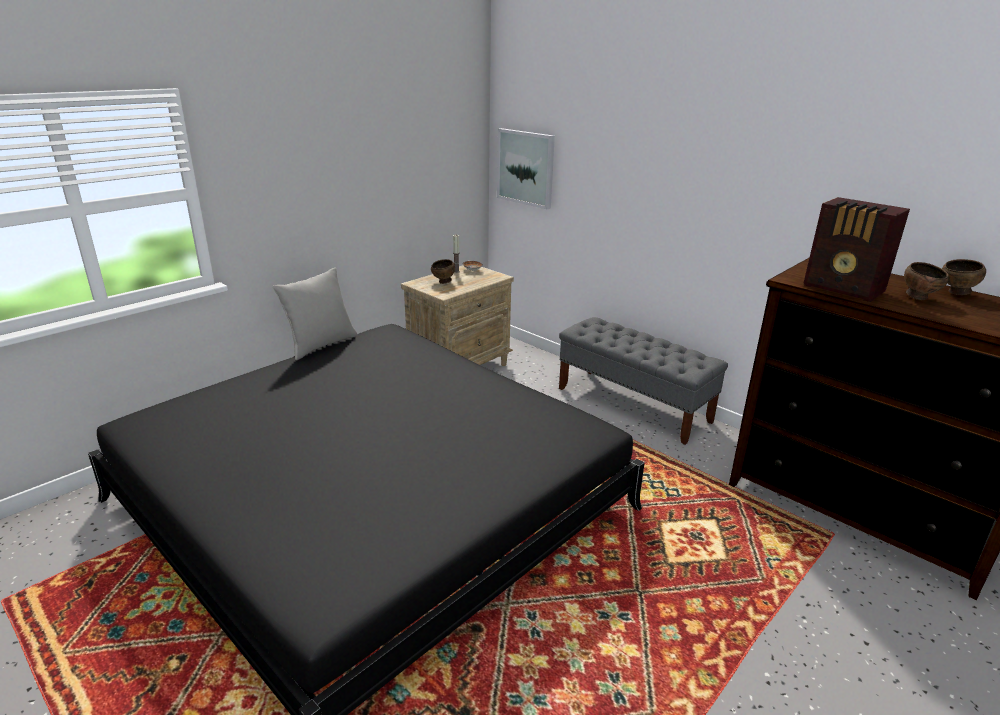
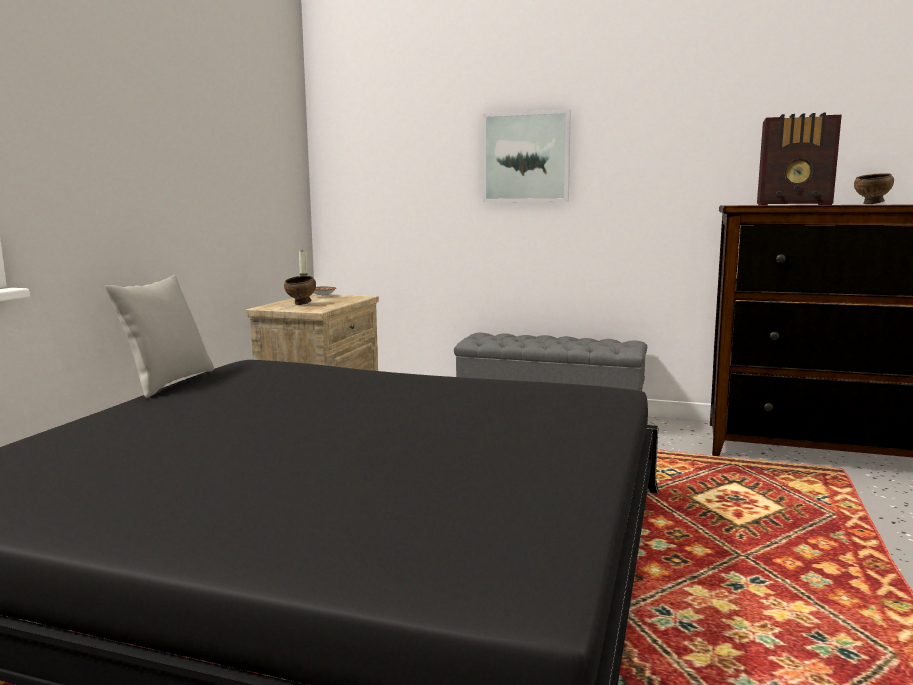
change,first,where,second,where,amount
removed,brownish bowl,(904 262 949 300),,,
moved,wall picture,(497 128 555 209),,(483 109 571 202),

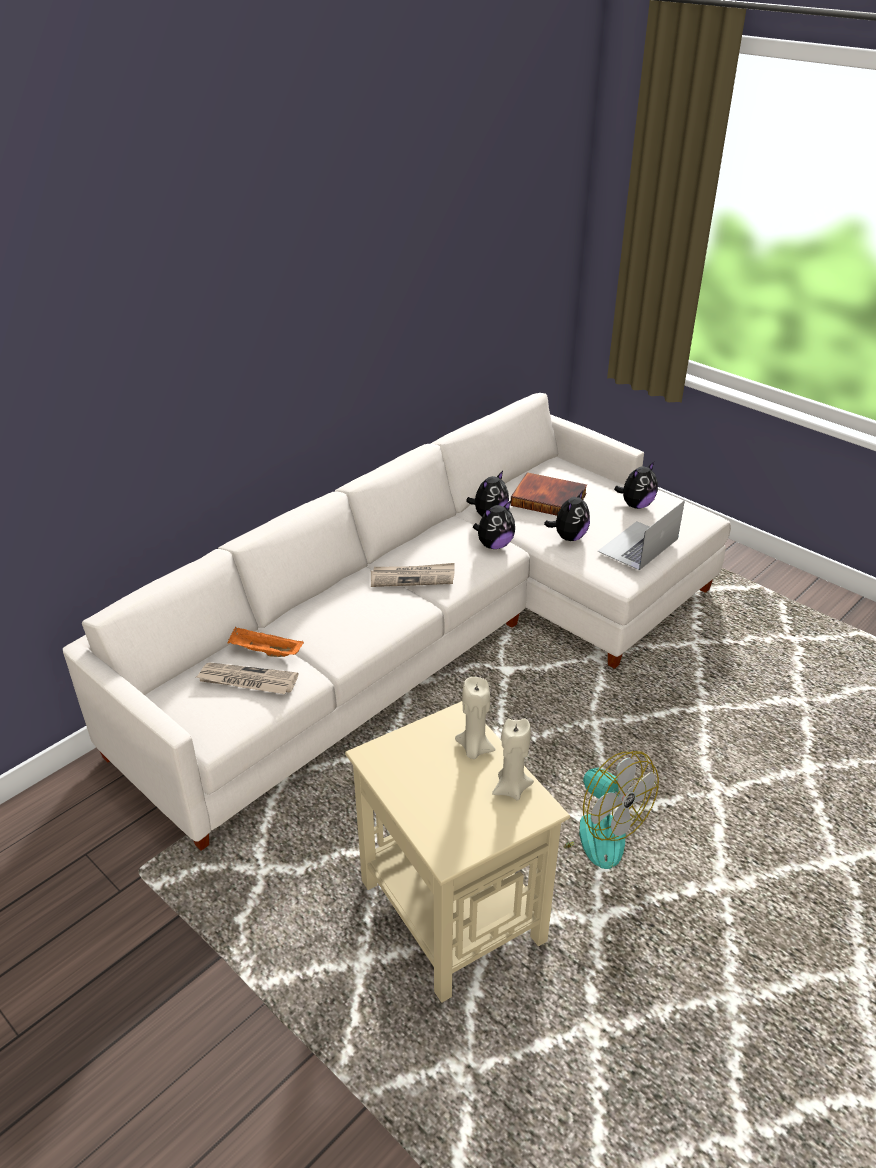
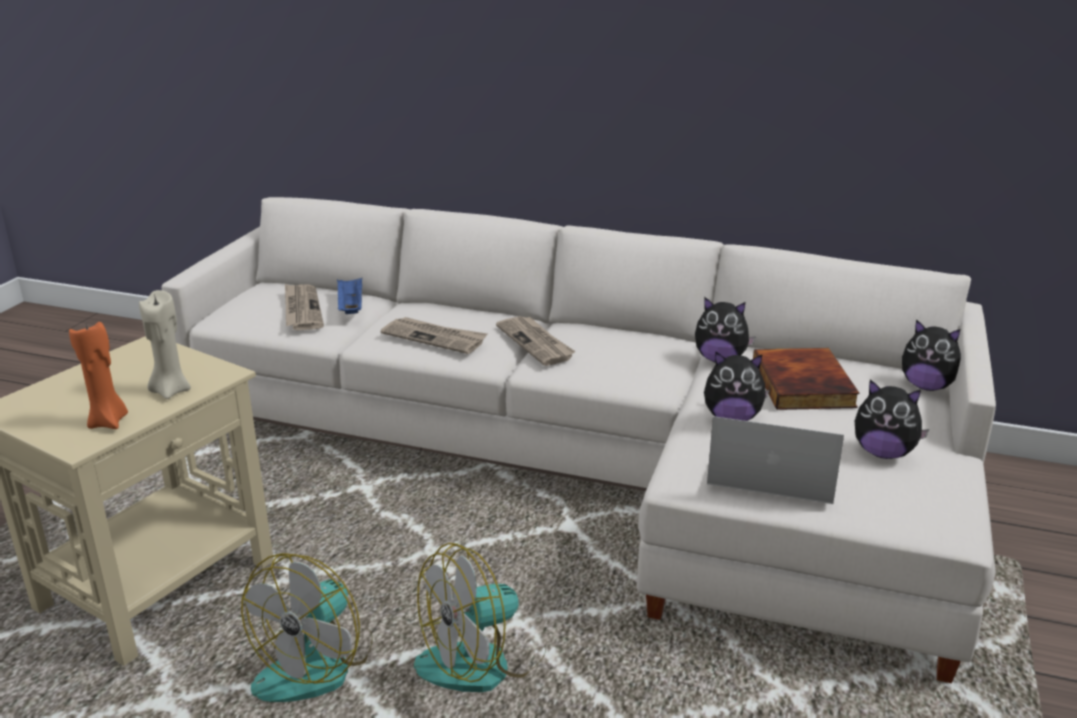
change,first,where,second,where,amount
added,,,daily paper,(381 317 487 354),
added,,,electric fan,(414 543 546 692),
moved,soft toy,(473 501 515 549),,(902 319 961 391),
recoloured,orange carrying tray,(228 627 304 657),bluish carrying tray,(337 278 362 314),
recoloured,sand-coloured candle,(492 719 534 801),orange candle,(69 321 128 429),

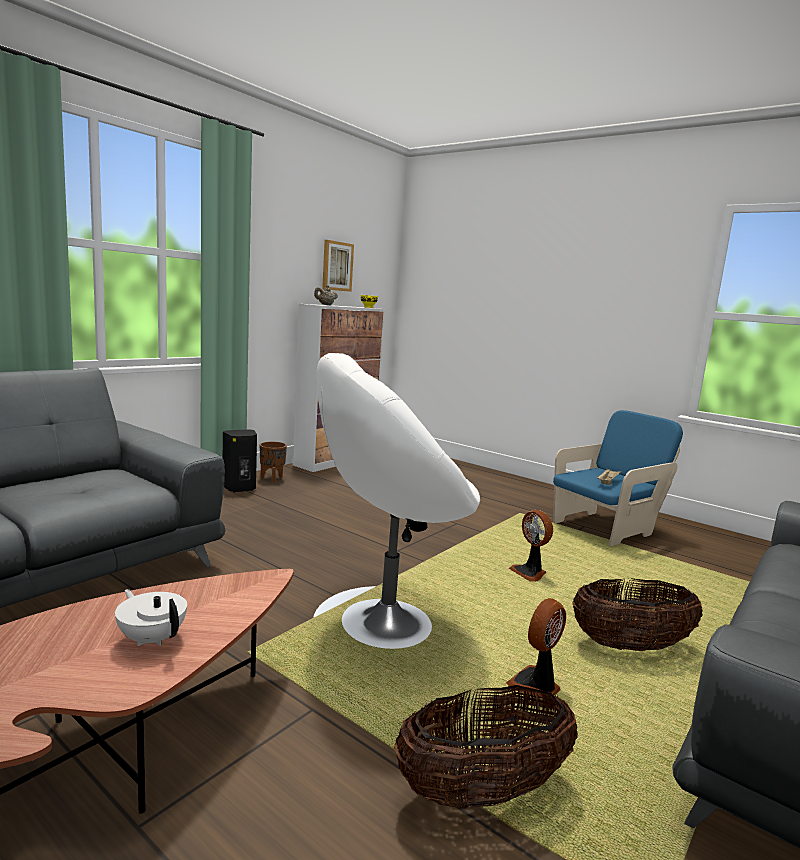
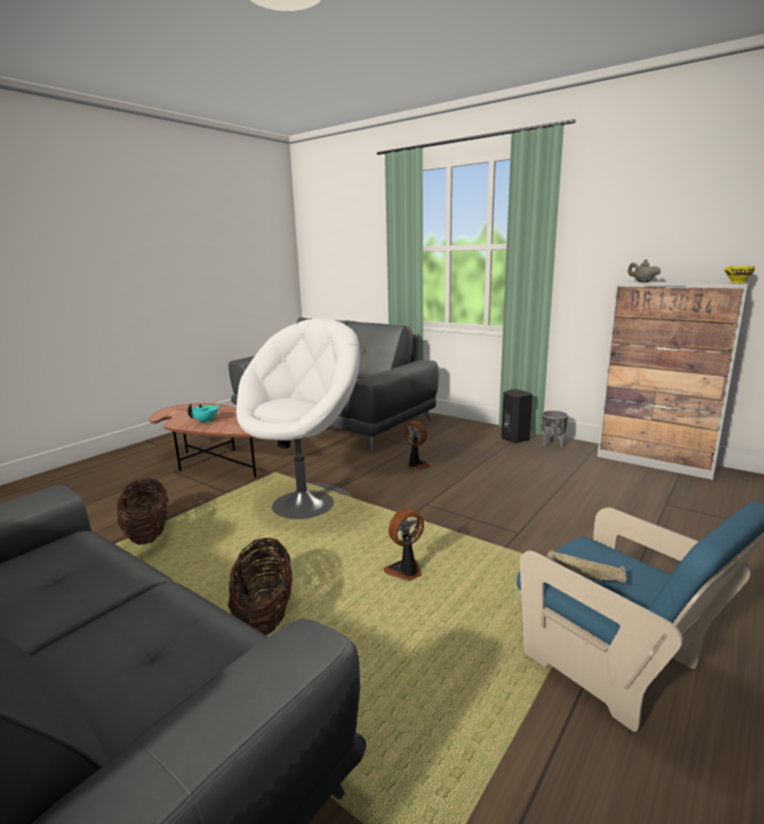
change,first,where,second,where,amount
removed,wall picture,(322 240 354 292),,,
moved,electric fan,(506 598 566 697),,(404 421 432 469),
recoloured,white teapot,(115 589 187 646),turquoise-coloured teapot,(188 403 221 423),
recoloured,brownish plant pot,(260 441 287 483),greyish plant pot,(542 411 568 448),
turned,white lounge chair,(313 353 480 649),,(236 318 360 519),60 degrees clockwise

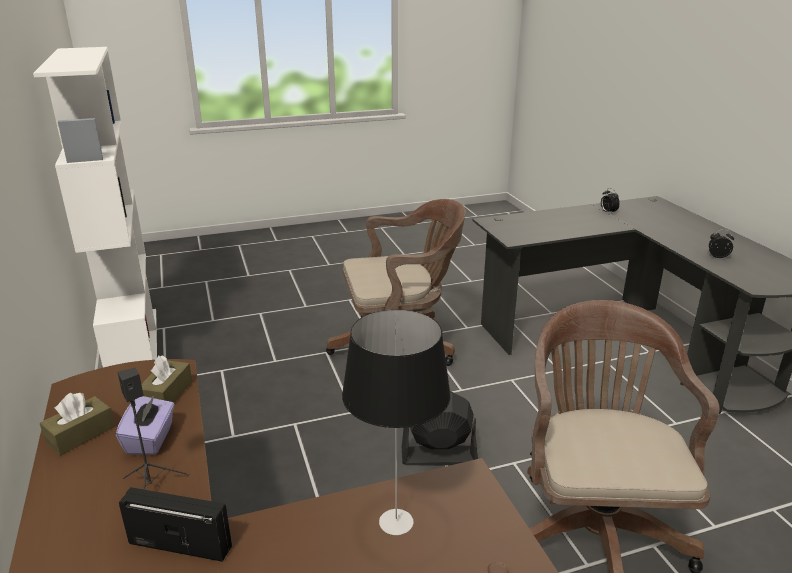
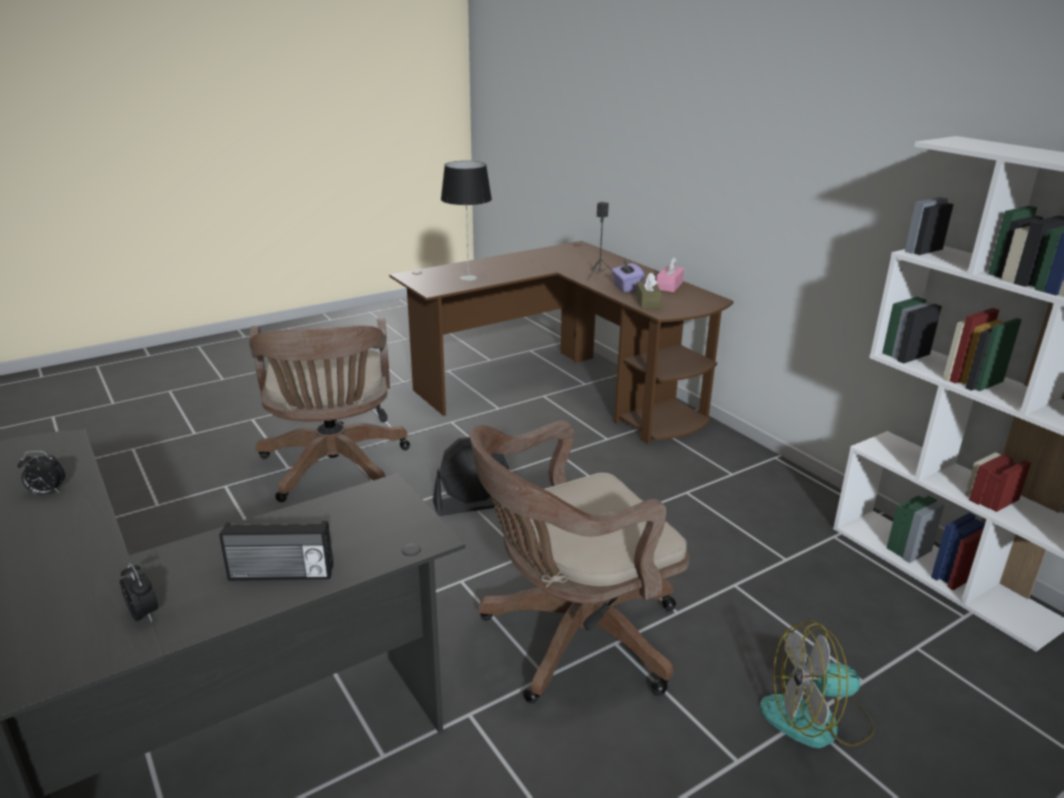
change,first,where,second,where,amount
added,,,electric fan,(760 620 875 748),
moved,radio set,(119 487 232 562),,(219 521 333 581),
recoloured,brownish tissue box,(40 393 115 456),pink tissue box,(656 257 684 292),

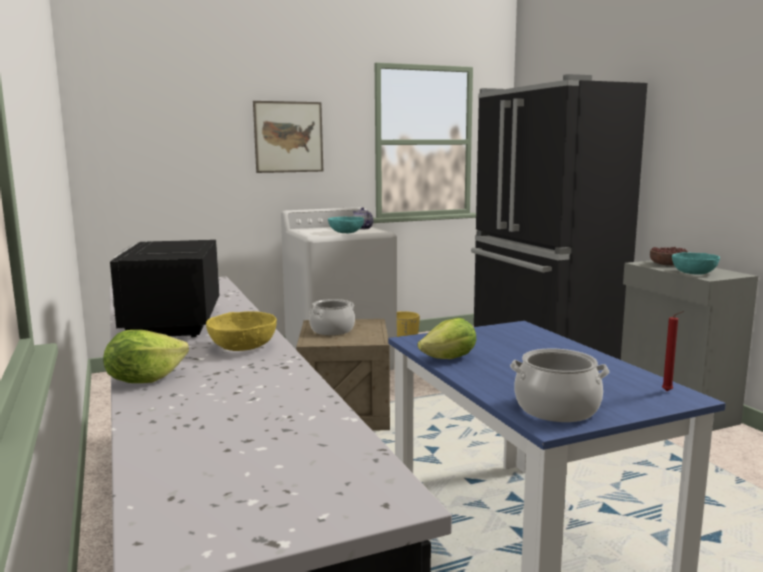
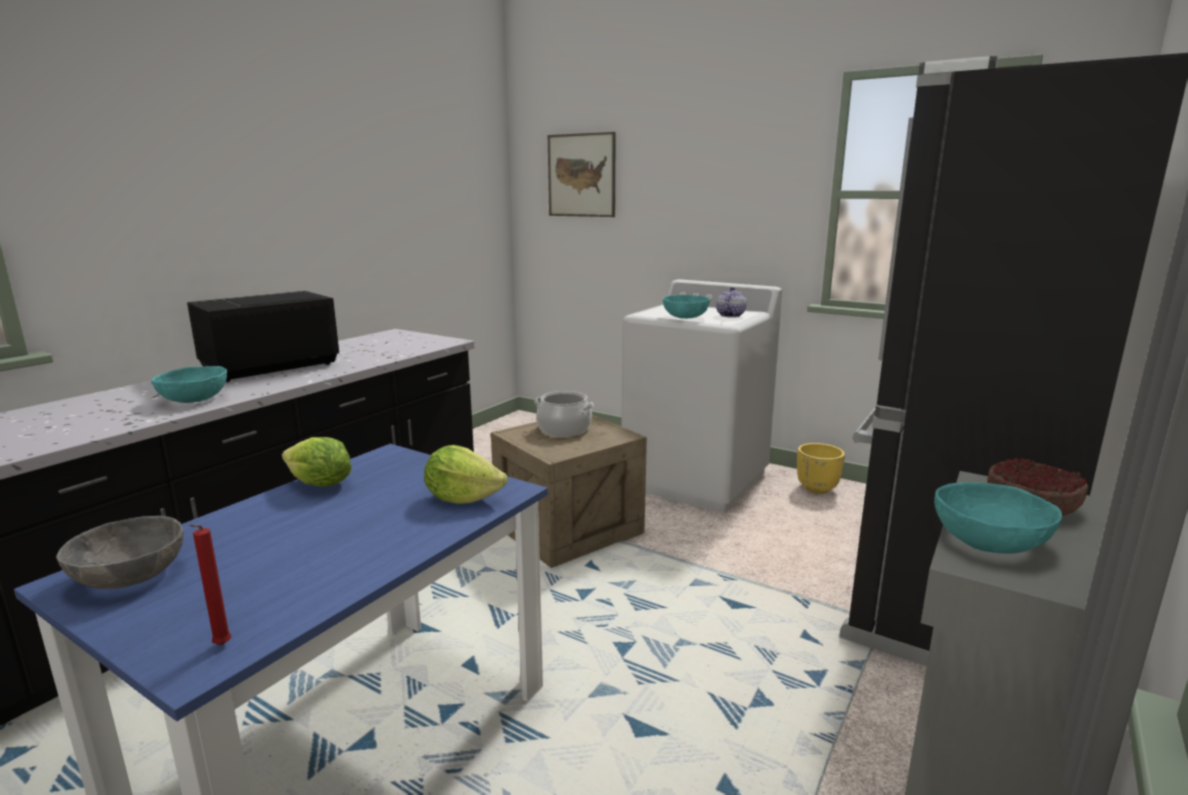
change,first,where,second,where,amount
moved,head of lettuce,(103 330 189 383),,(424 445 507 504),
moved,wall picture,(253 101 323 173),,(548 132 616 217),
replaced,saucepot,(510 348 609 422),greyish bowl,(56 516 184 589),
recoloured,yellow bowl,(206 311 277 351),turquoise-coloured bowl,(151 366 227 403),

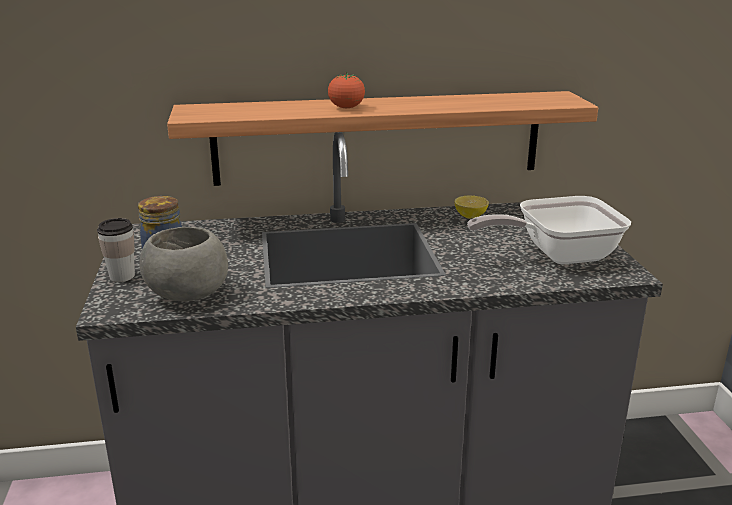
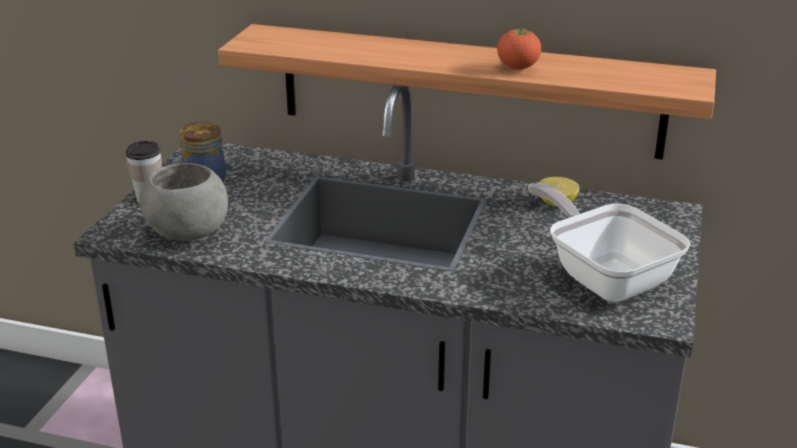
change,first,where,second,where,amount
moved,whole tomato,(328 72 365 108),,(497 27 541 69),
turned,pan,(467 196 631 264),,(528 182 691 302),45 degrees clockwise

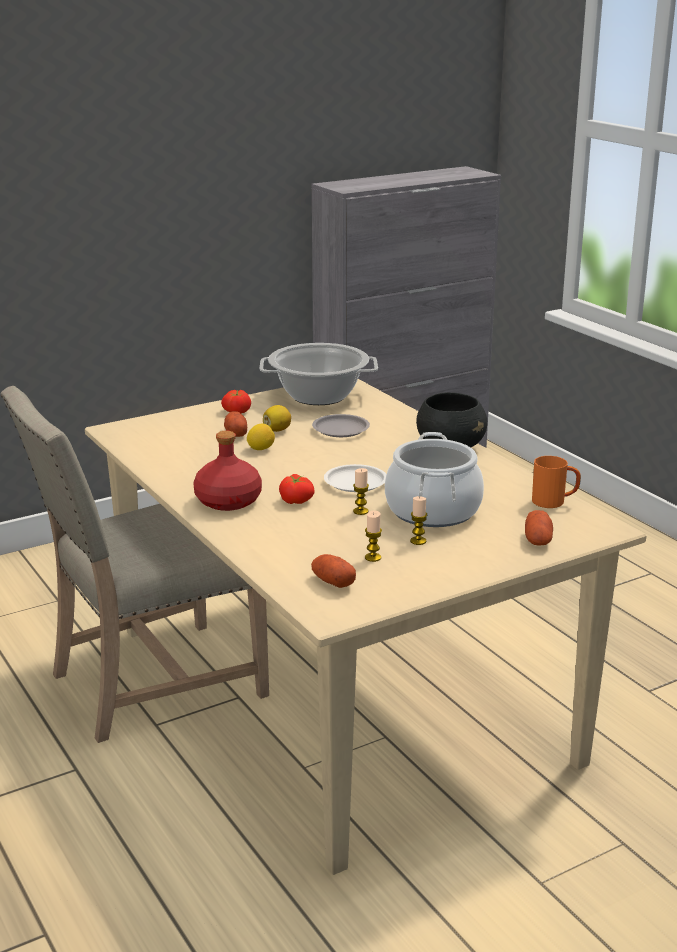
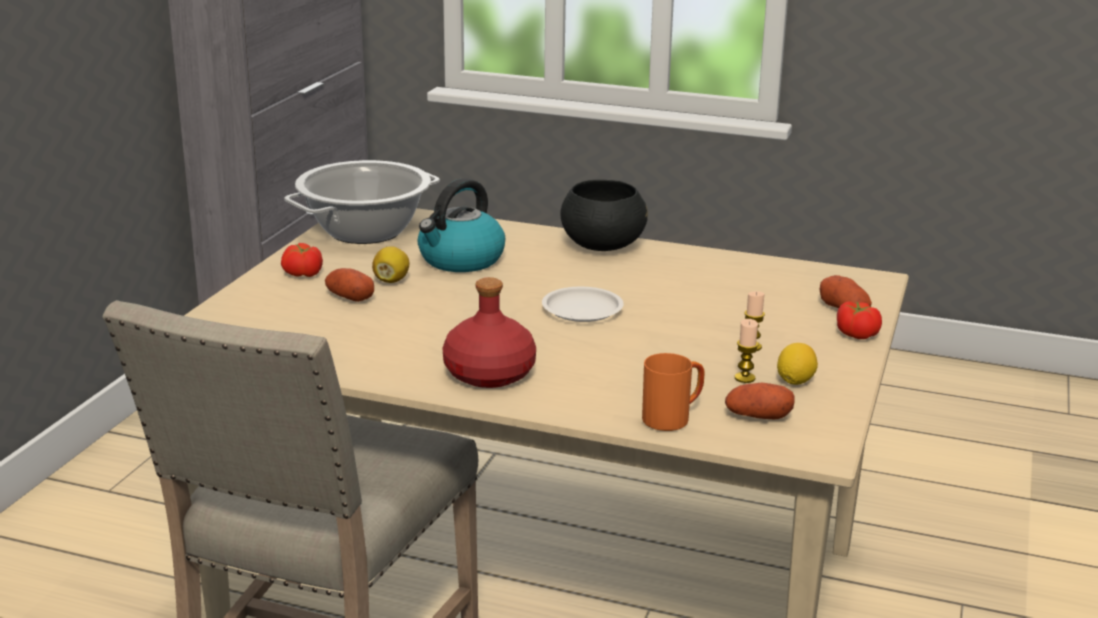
change,first,where,second,where,amount
removed,candle,(353 468 369 515),,,
removed,saucepot,(385 432 484 527),,,
moved,whole lemon,(247 424 275 450),,(777 343 818 385),
moved,whole tomato,(279 474 315 504),,(837 301 882 339),
moved,orange tea mug,(532 456 581 508),,(642 353 704 431),
replaced,greyish dinner plate,(312 414 370 437),water kettle,(417 178 505 272),

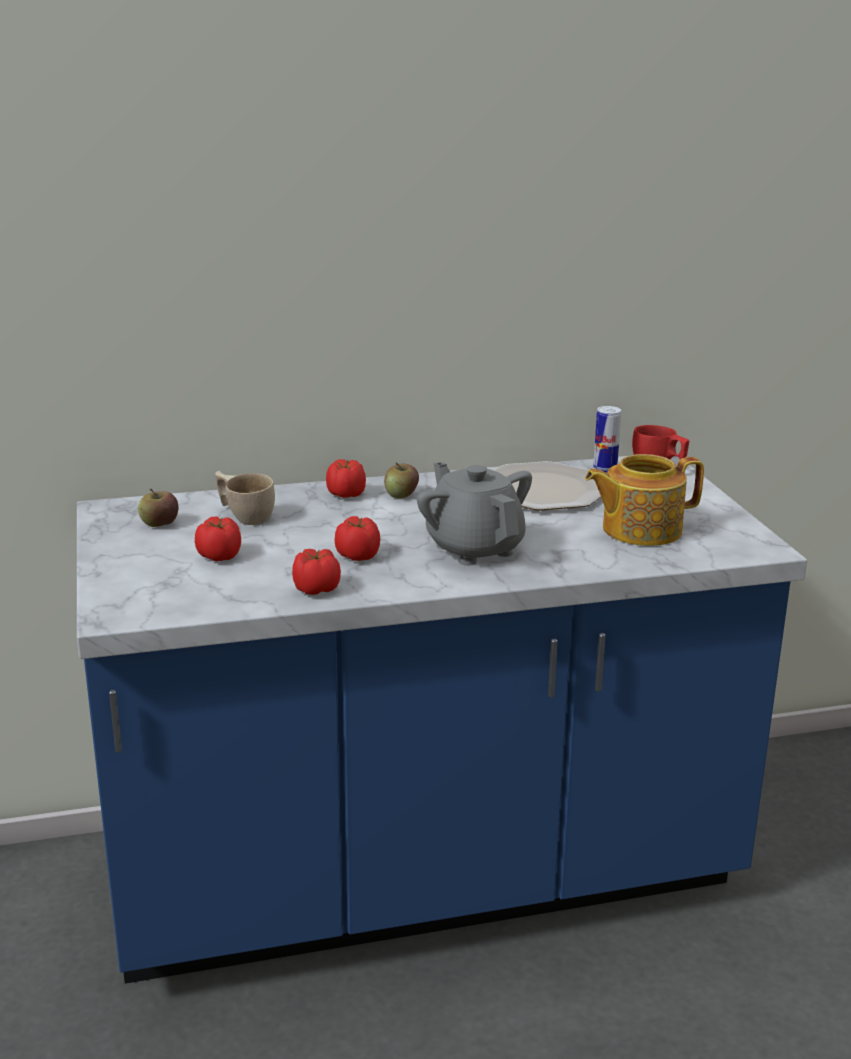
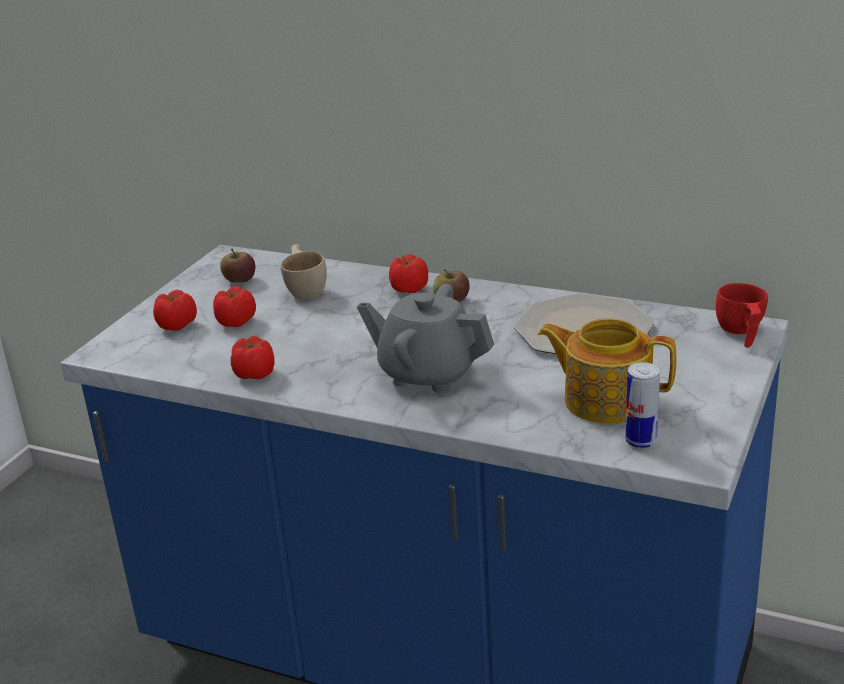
change,first,where,second,where,amount
moved,whole tomato,(335 516 380 561),,(153 290 197 331),
moved,metal can,(593 406 621 473),,(626 362 660 448),
turned,greyish teapot,(417 462 532 566),,(357 284 494 393),75 degrees counterclockwise

